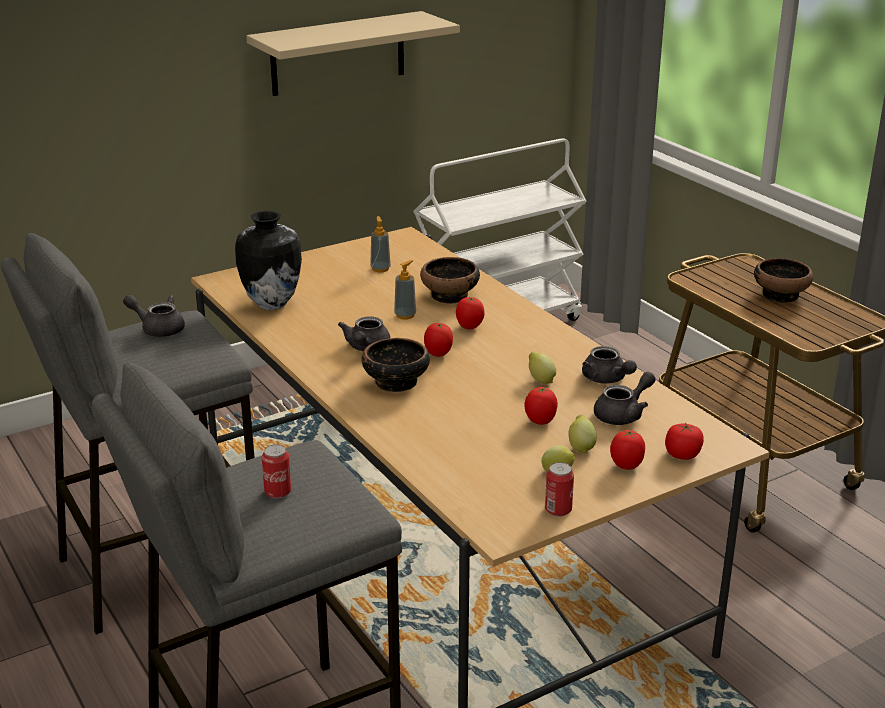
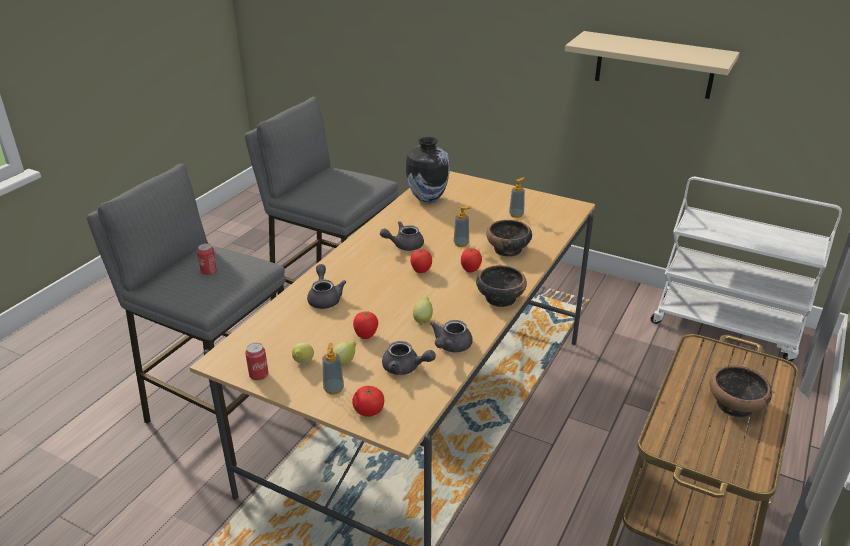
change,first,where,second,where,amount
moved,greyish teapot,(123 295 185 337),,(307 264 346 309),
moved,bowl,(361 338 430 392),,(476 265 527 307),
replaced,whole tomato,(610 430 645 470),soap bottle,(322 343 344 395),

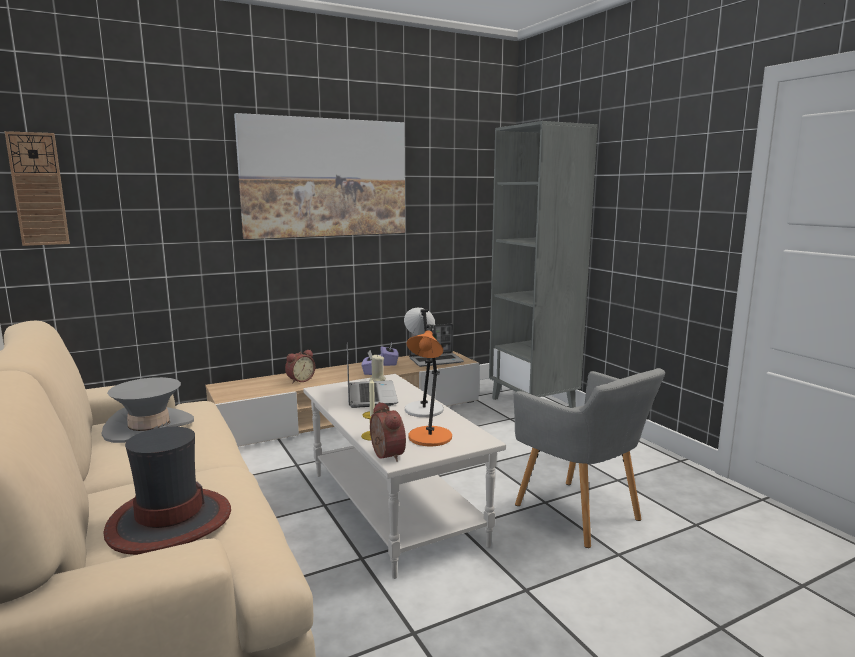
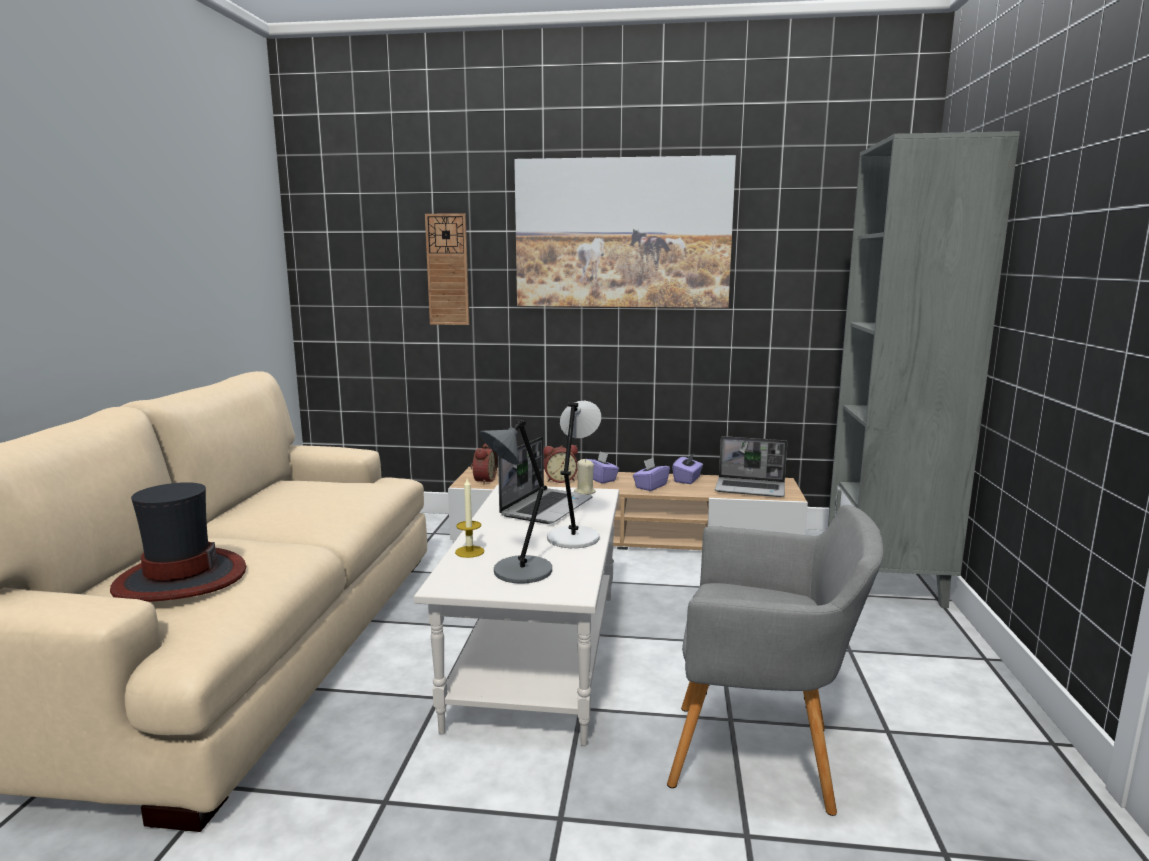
change,first,where,second,where,amount
removed,greyish wearable hat,(102 377 194 443),,,
added,,,purplish tissue box,(587 451 619 484),
moved,hanging clock,(5 131 70 246),,(425 213 469 325),
moved,alarm clock,(370 402 406 462),,(471 443 497 485),
recoloured,orange table lamp,(406 324 452 446),greyish table lamp,(480 419 552 584),
turned,greyish lounge chair,(514 368 665 548),,(667 505 883 816),75 degrees counterclockwise

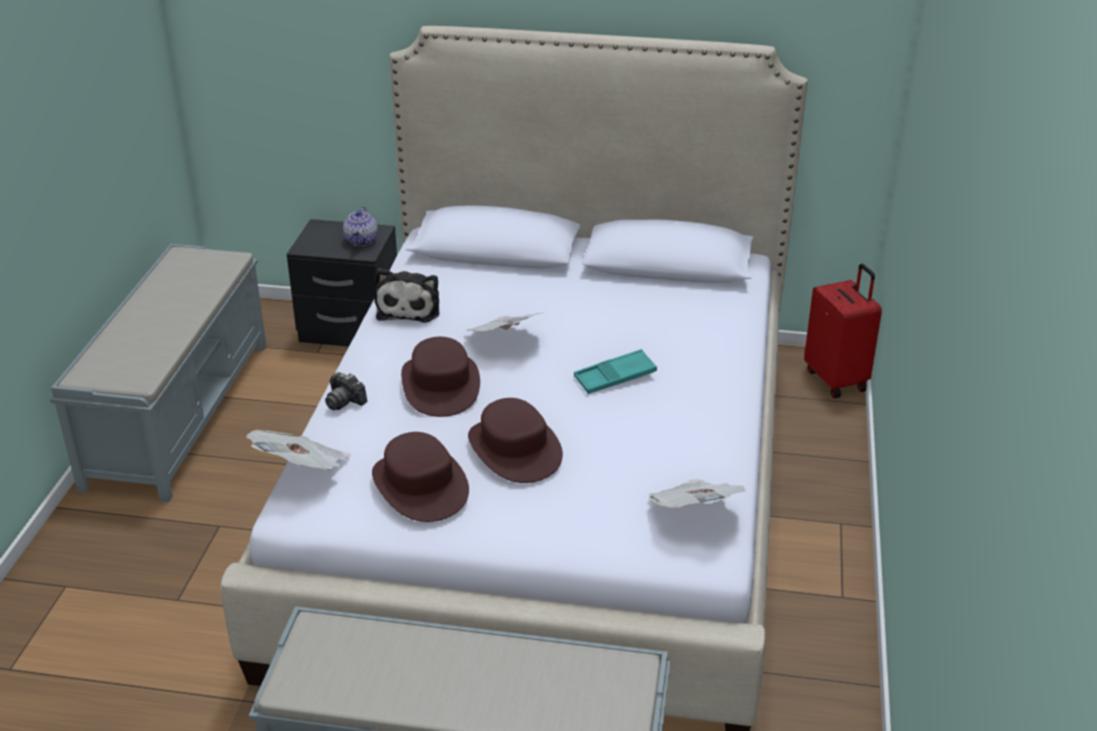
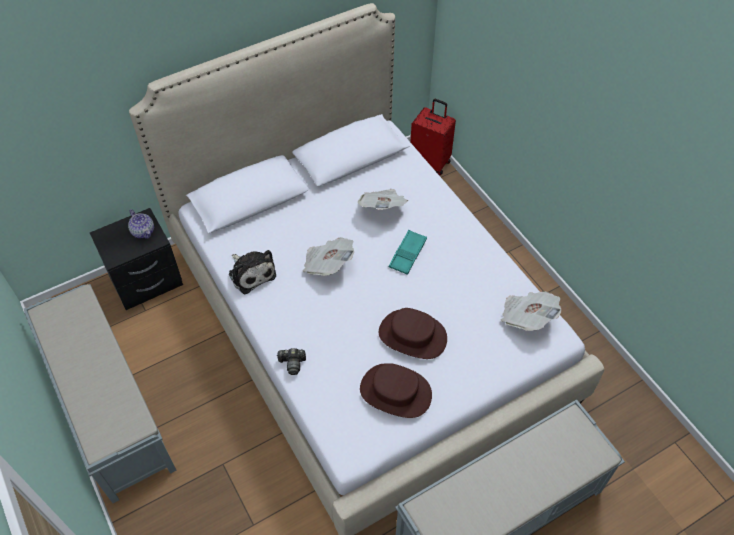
change,first,where,second,where,amount
removed,brownish wearable hat,(401 337 480 417),,,
moved,daily paper,(246 430 351 470),,(357 189 408 210),

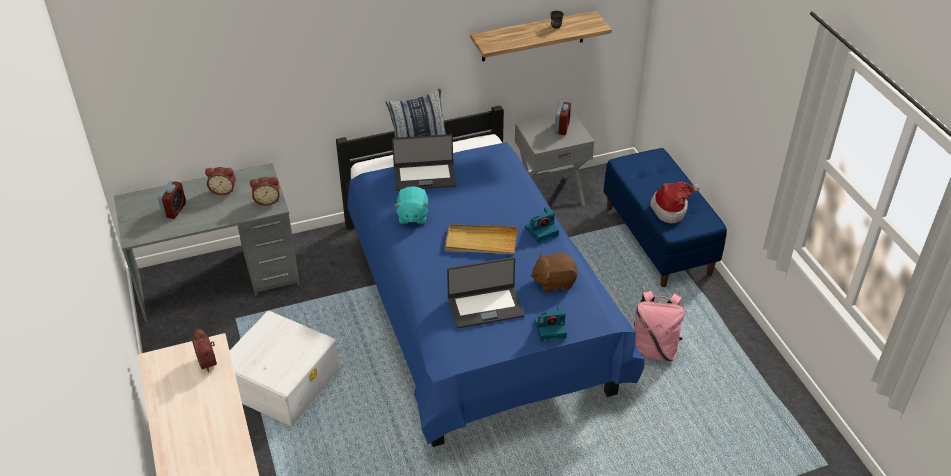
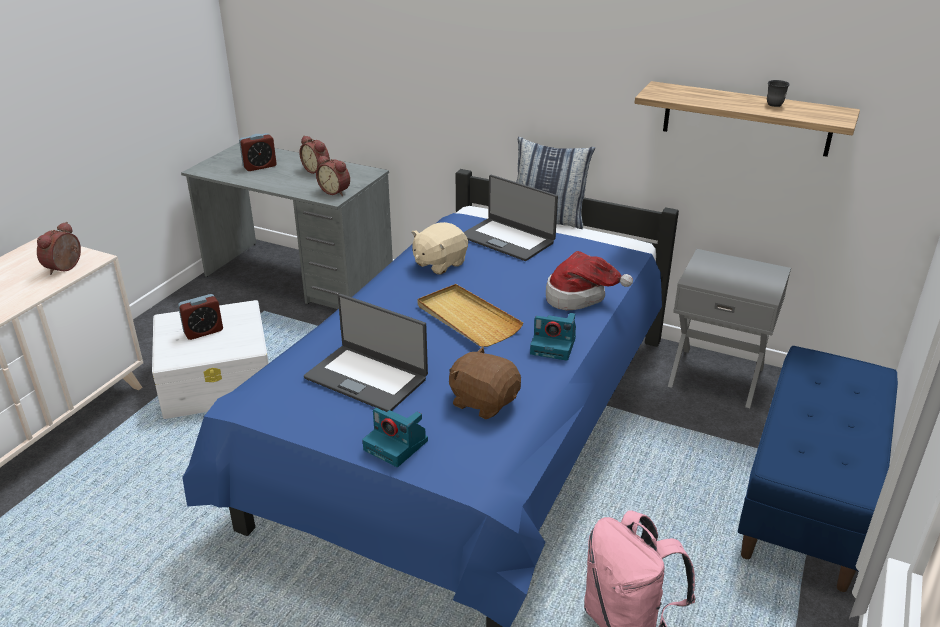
change,first,where,second,where,amount
moved,alarm clock,(554 101 571 135),,(178 294 223 340),
moved,wearable hat,(650 182 700 223),,(546 251 633 311),
recoloured,turquoise-coloured soft toy,(394 186 429 224),sand-coloured soft toy,(412 222 468 275),

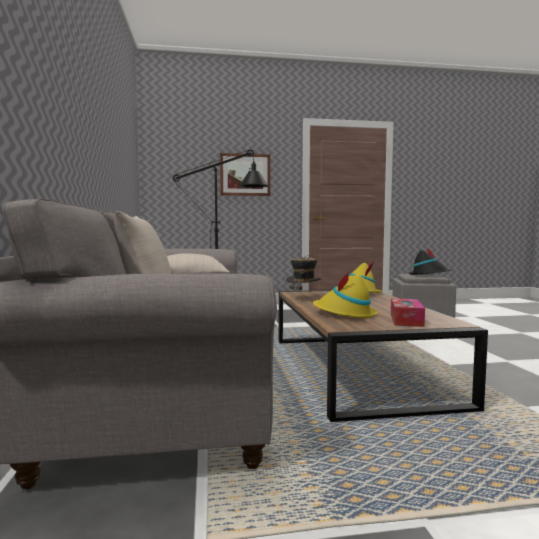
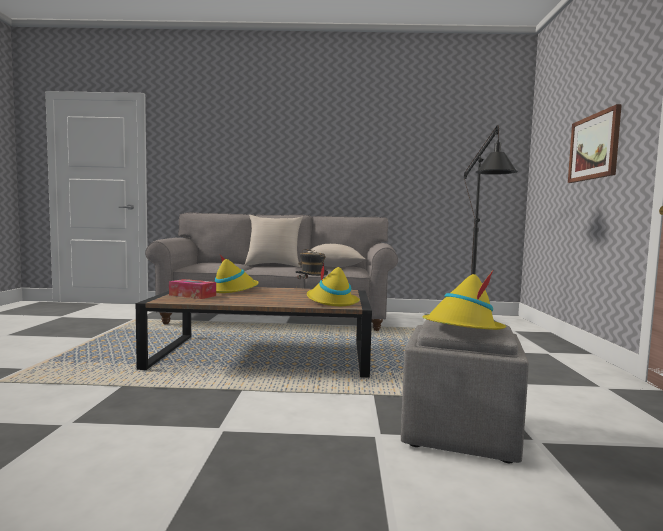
change,first,where,second,where,amount
recoloured,black wearable hat,(409 247 451 275),yellow wearable hat,(423 270 506 330),

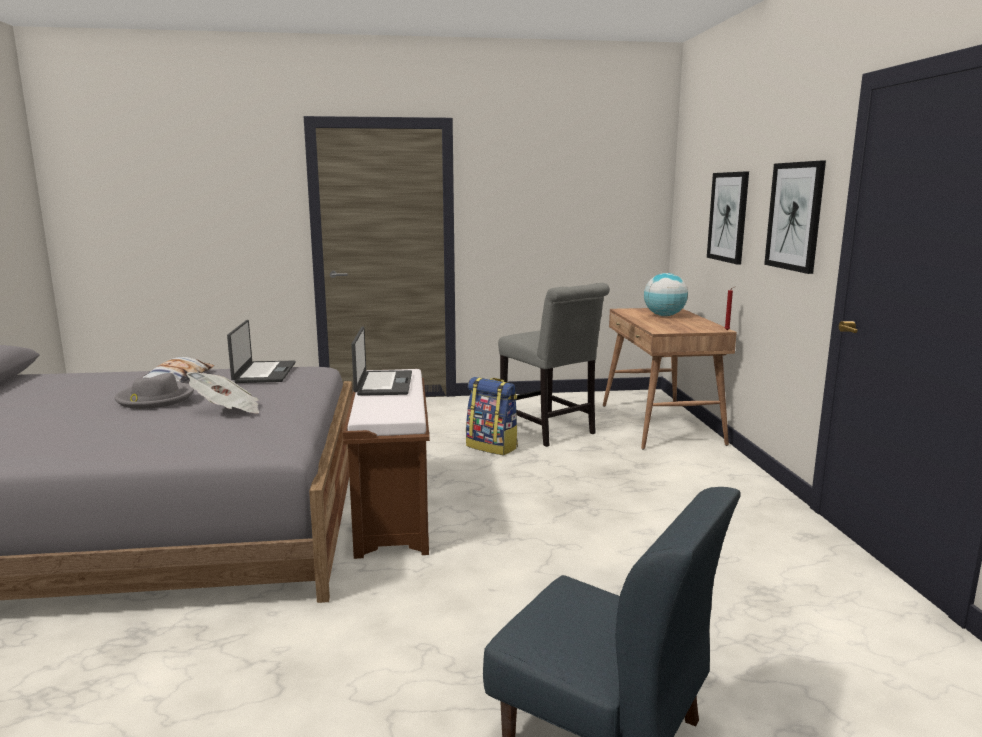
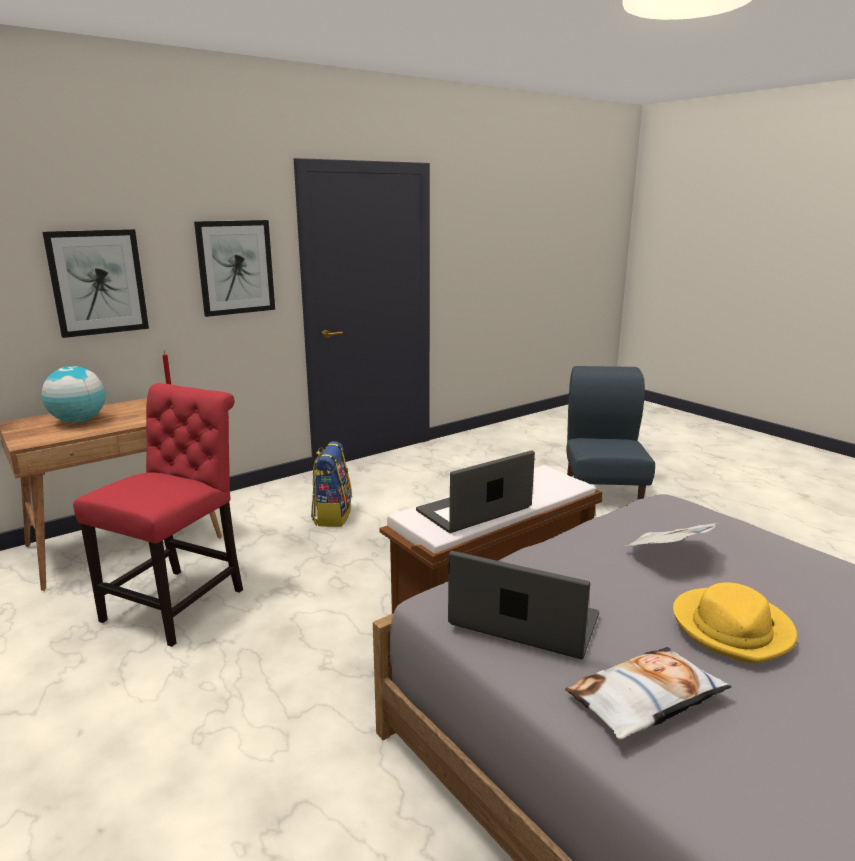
change,first,where,second,where,amount
moved,knapsack,(466 377 518 455),,(311 441 352 527),
recoloured,greyish wearable hat,(115 373 194 409),yellow wearable hat,(673 582 797 664),
recoloured,greyish upright chair,(498 283 610 447),reddish upright chair,(73 383 243 647),
turned,laptop,(227 320 295 383),,(448 551 599 659),60 degrees clockwise

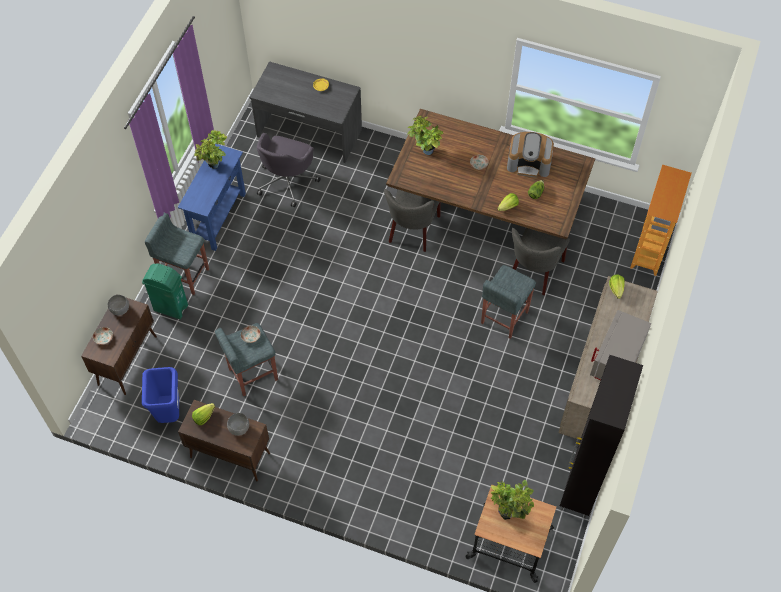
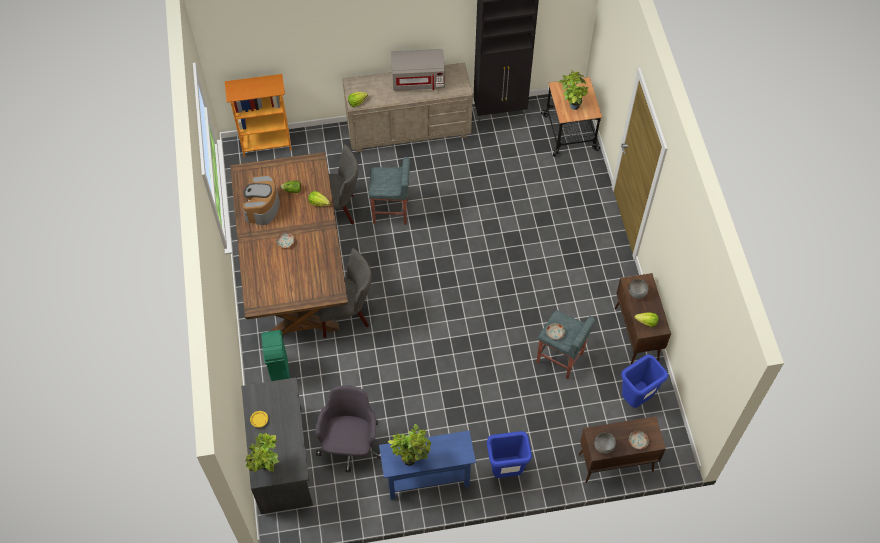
change,first,where,second,where,amount
moved,green-coloured rubbish bin,(142 263 188 319),,(262 330 290 381),
moved,potted plant,(407 116 444 155),,(245 432 279 472),
replaced,greyish stool seat,(145 213 209 295),bluish rubbish bin,(487 431 532 478),
turned,greyish office chair,(257 133 321 207),,(315 385 381 472),75 degrees counterclockwise
turned,coffee brewer,(507 132 554 178),,(243 175 280 225),150 degrees counterclockwise

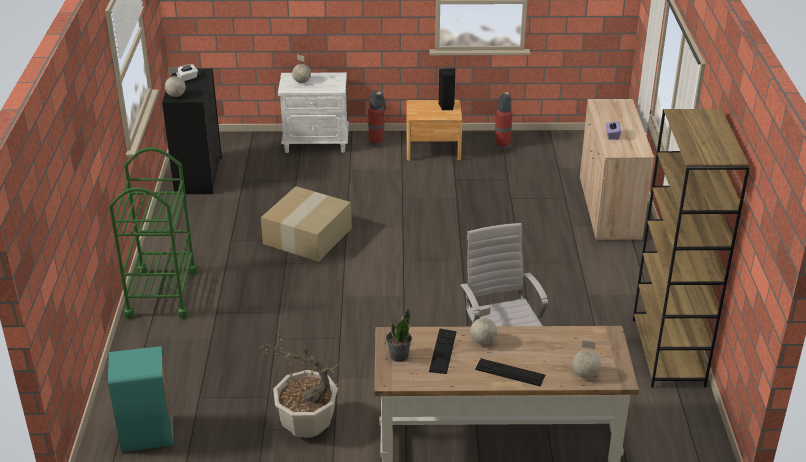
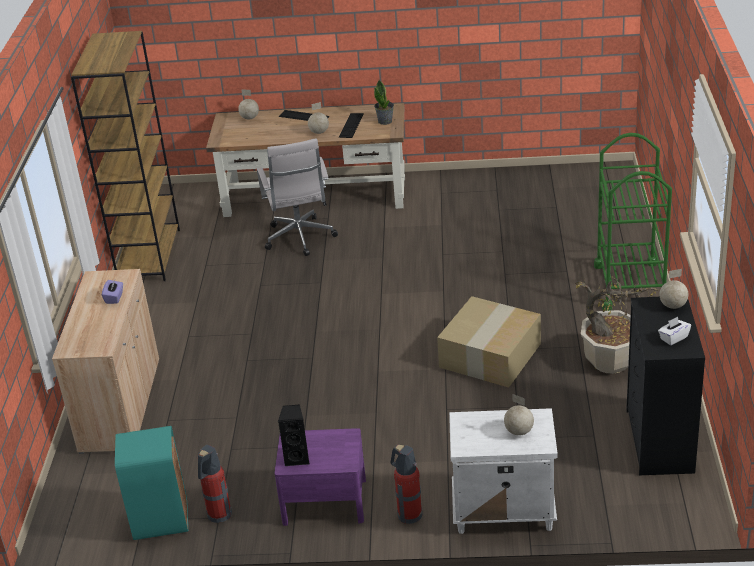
change,first,where,second,where,amount
moved,turquoise-coloured rubbish bin,(108 346 173 452),,(115 426 188 540),
moved,potted plant,(258 328 340 438),,(575 276 658 374),
recoloured,brownish bedside table,(406 100 462 161),purplish bedside table,(274 428 366 526),

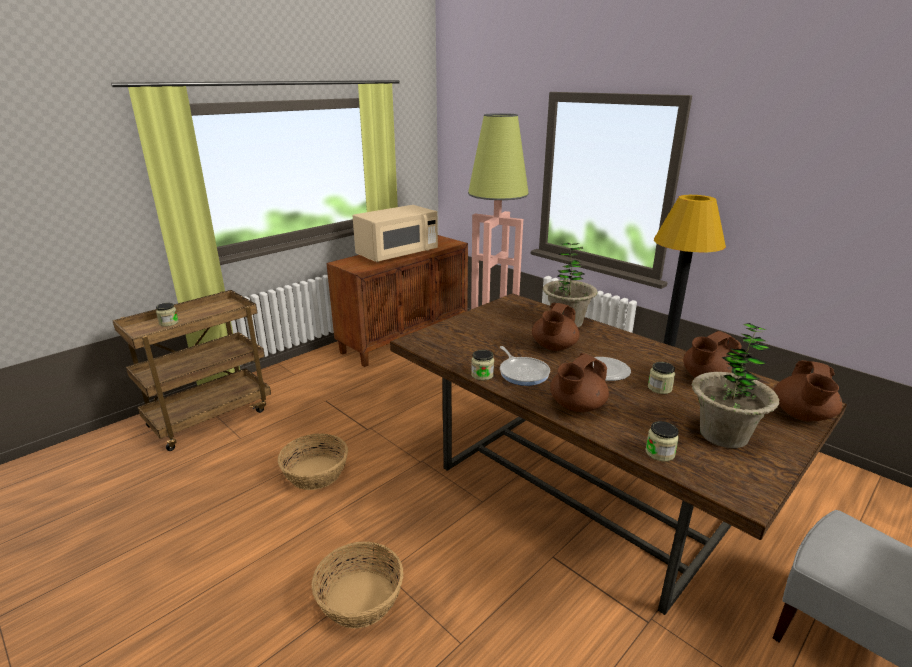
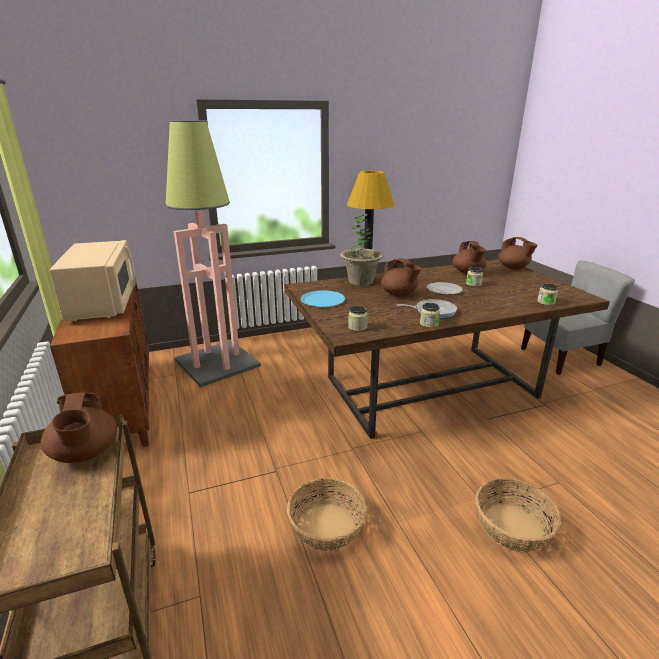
change,first,where,second,where,amount
removed,potted plant,(692 323 779 448),,,
added,,,bluish dinner plate,(301 290 345 307),
moved,storage jar,(156 303 179 327),,(348 306 368 331),
moved,brownish teapot,(550 353 609 412),,(41 392 117 463),

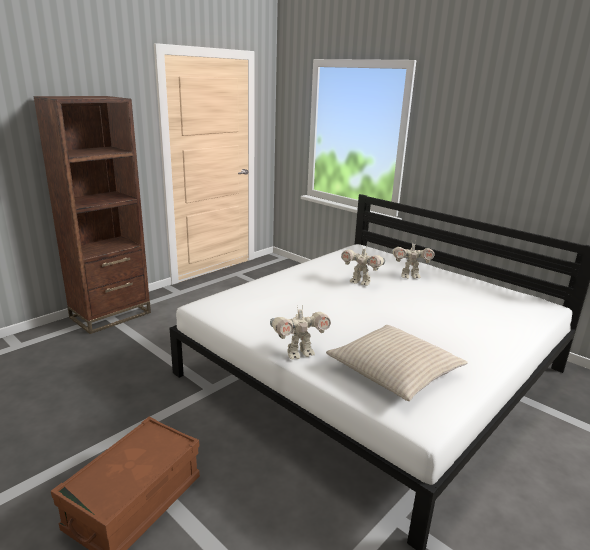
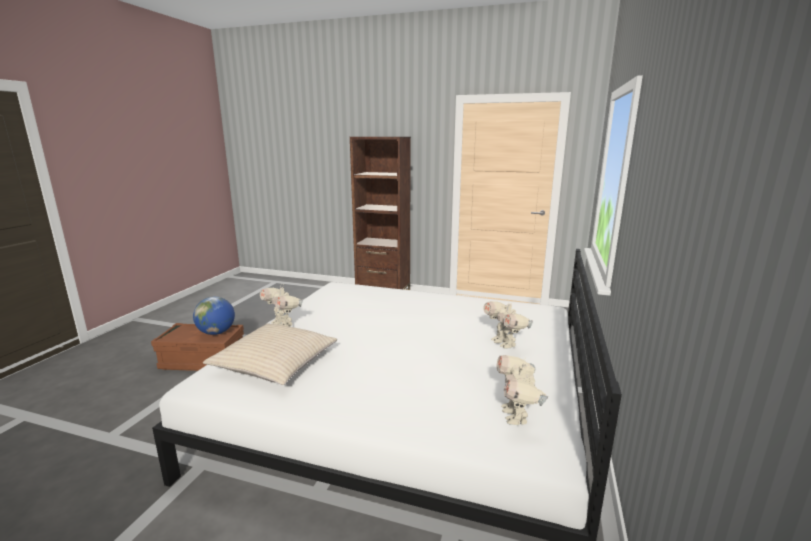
change,first,where,second,where,amount
added,,,desk globe,(193 297 235 335),
moved,toy robot,(341 246 386 286),,(497 355 548 425),

